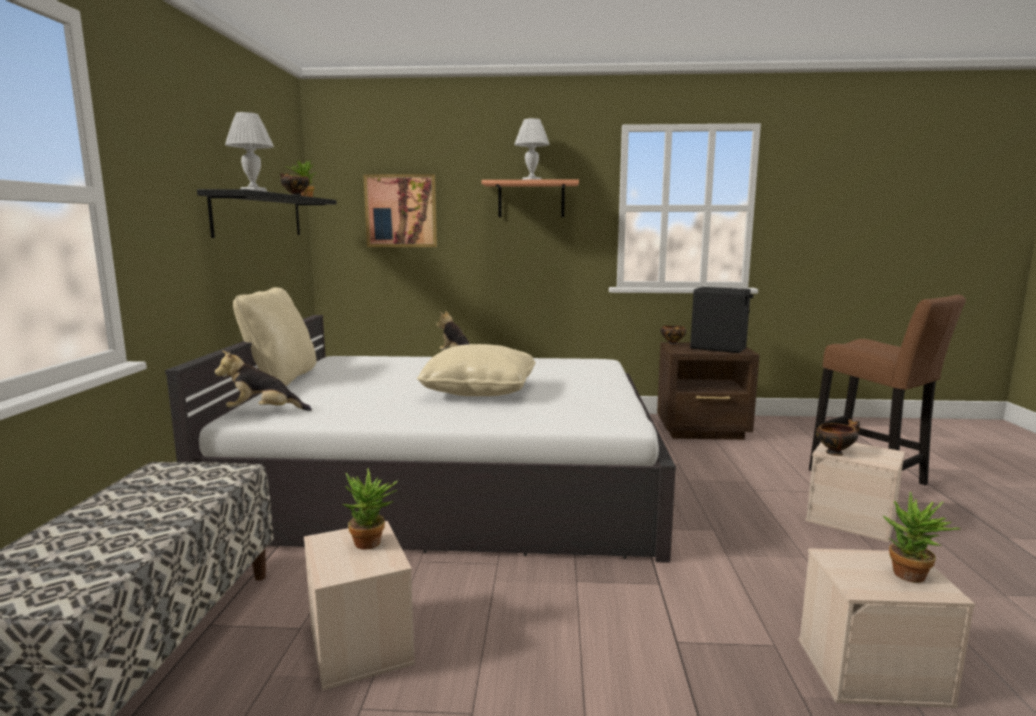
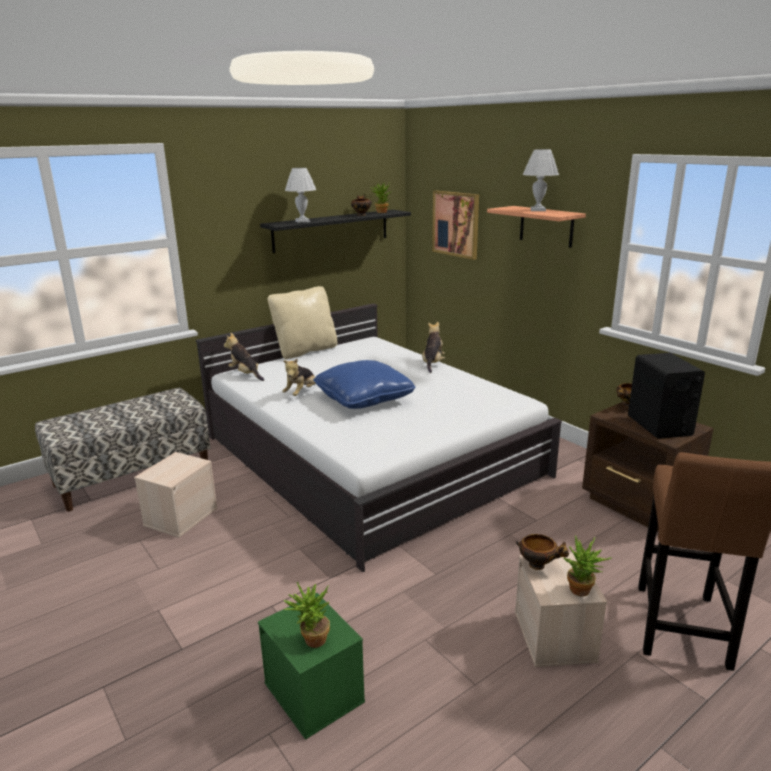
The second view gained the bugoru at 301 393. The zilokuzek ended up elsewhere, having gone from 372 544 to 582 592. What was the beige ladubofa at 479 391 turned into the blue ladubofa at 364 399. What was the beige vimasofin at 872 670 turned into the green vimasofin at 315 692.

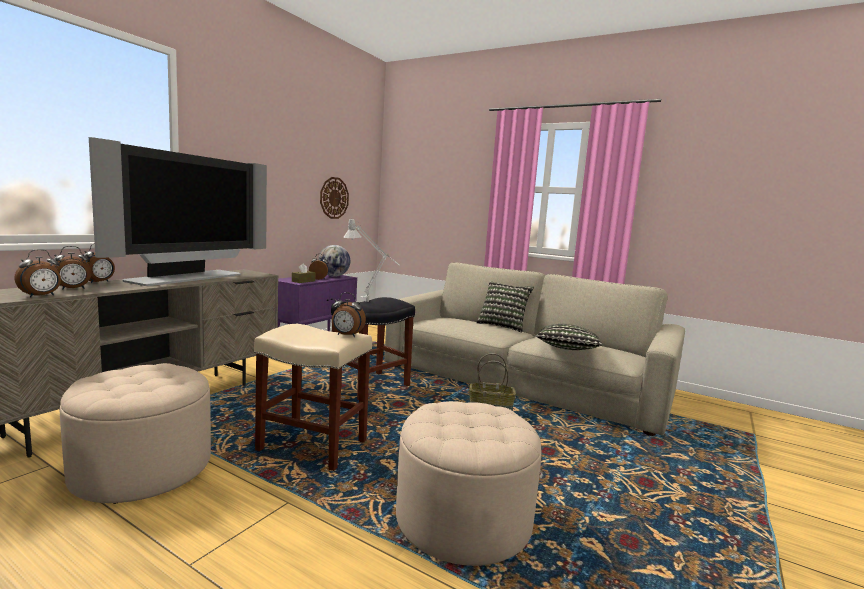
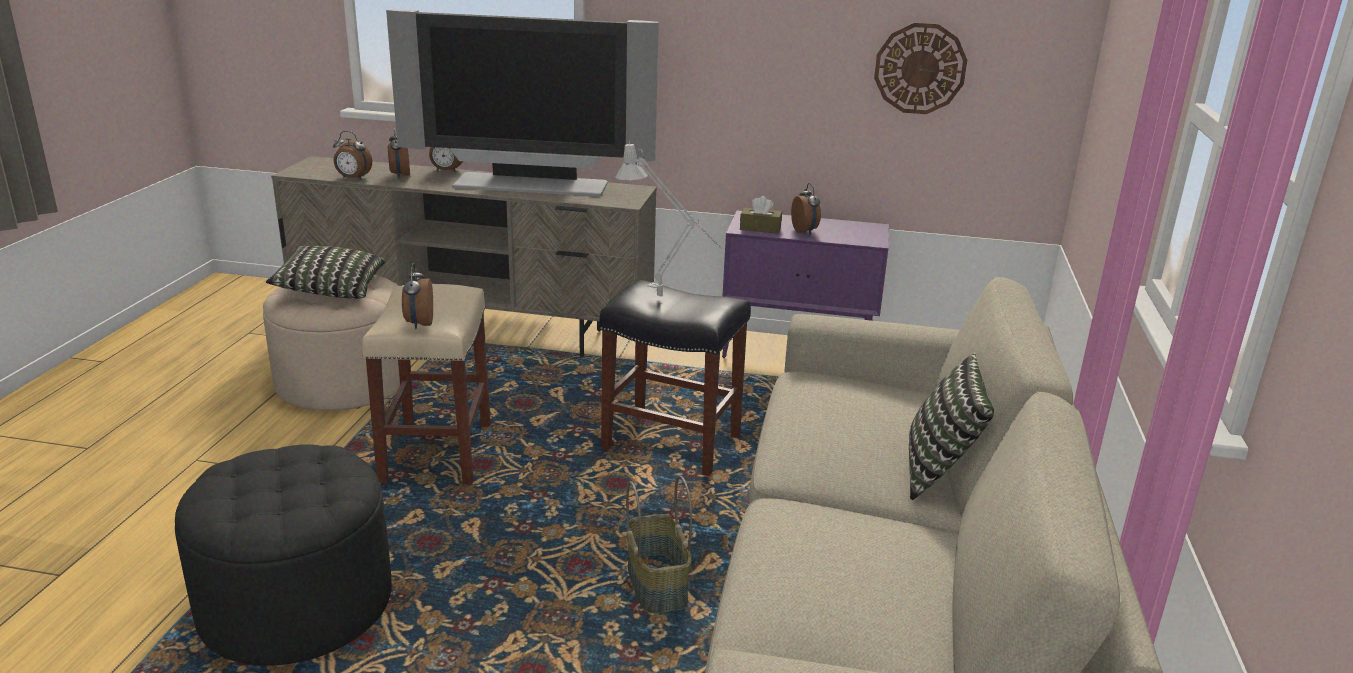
The second view lost the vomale at 334 276. The ladubofa ended up elsewhere, having gone from 567 349 to 330 290. What was the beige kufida at 463 519 turned into the black kufida at 296 604. The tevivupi at 73 289 ended up facing another way, 45 degrees clockwise from before.

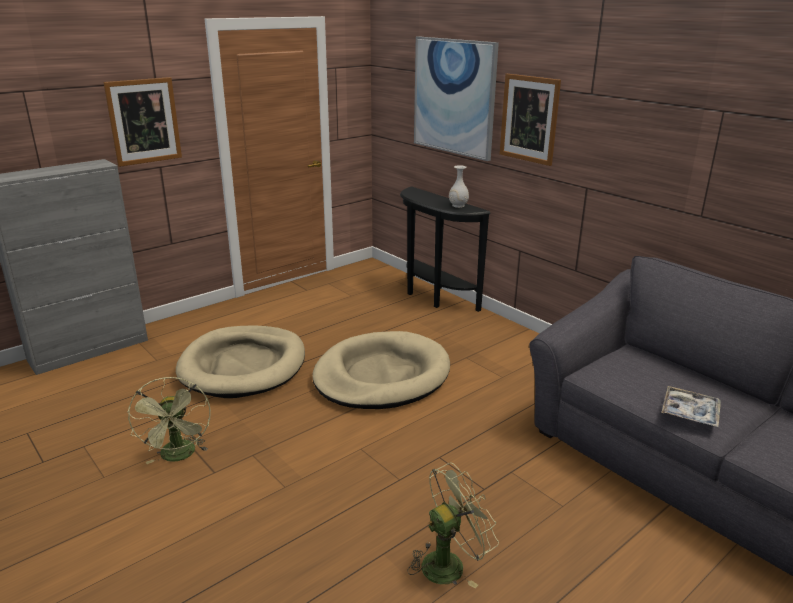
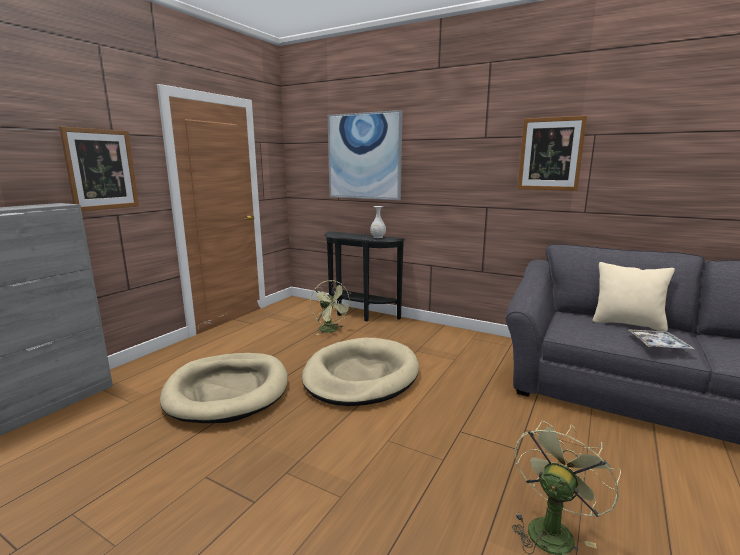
The second view gained the beige ladubofa at 627 323. The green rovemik ended up elsewhere, having gone from 179 456 to 331 330. The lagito ended up elsewhere, having gone from 529 119 to 550 154.

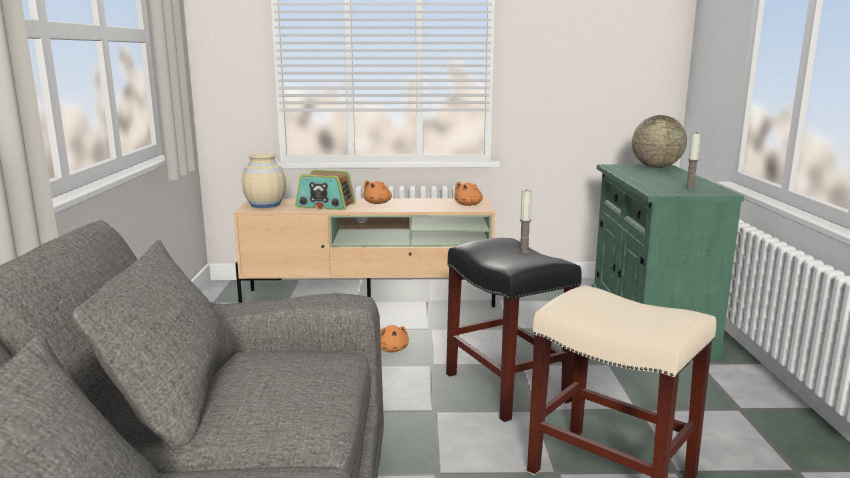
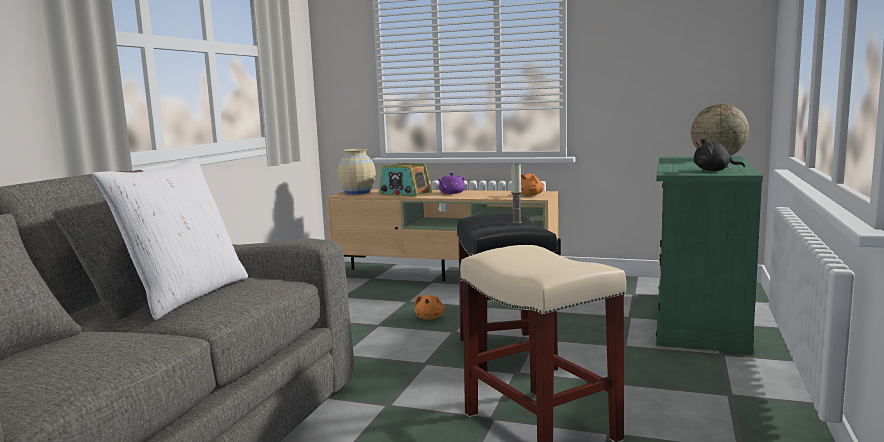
The second view gained the white ladubofa at 186 295. Where the orange bugoru stood at 378 203, the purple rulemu came to stand at 451 193. Where the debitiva stood at 690 188, the black bugoru came to stand at 714 170.

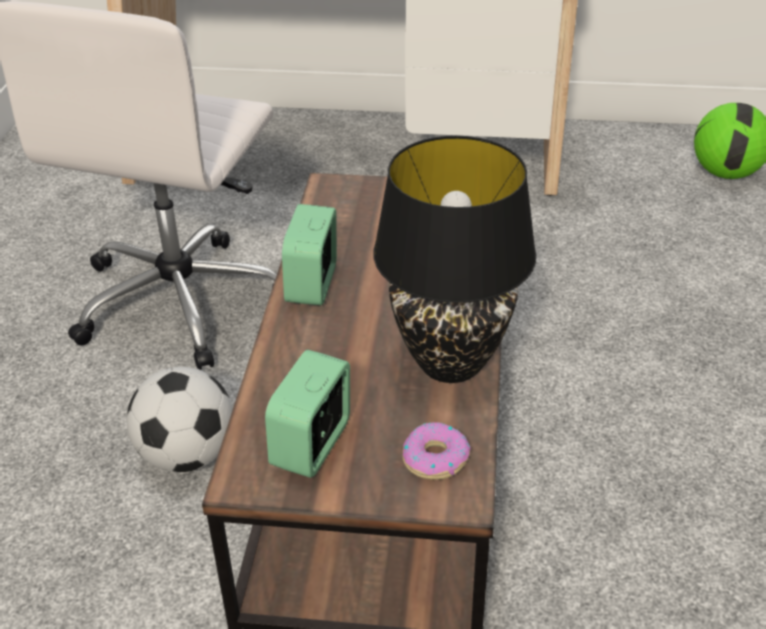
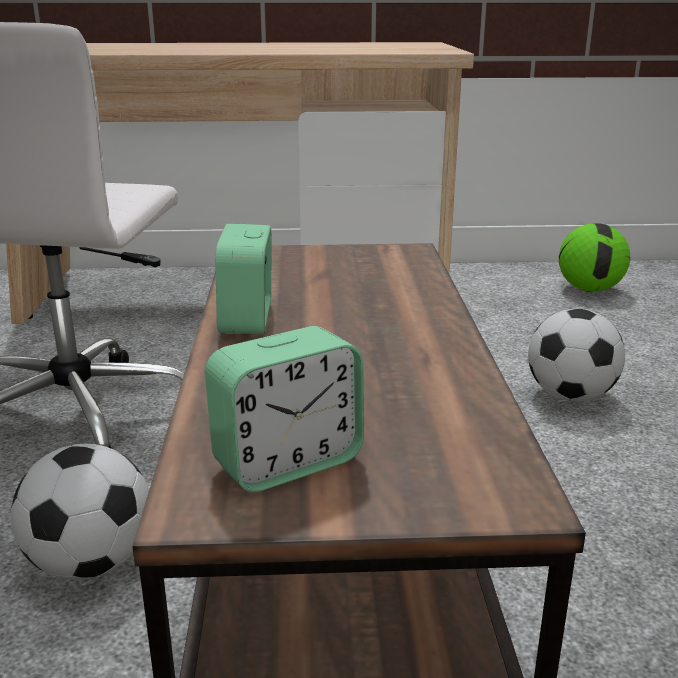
The second view lost the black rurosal at 452 364. The second view lost the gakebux at 435 458. The second view gained the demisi at 570 396. The tevivupi at 312 445 ended up facing another way, 135 degrees counterclockwise from before.

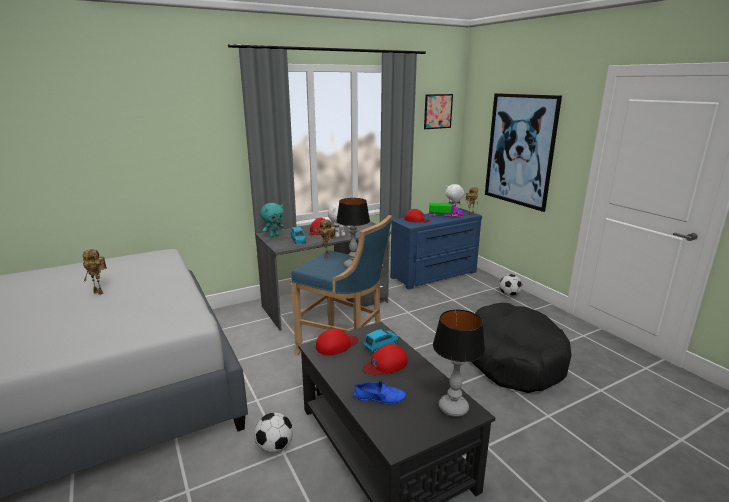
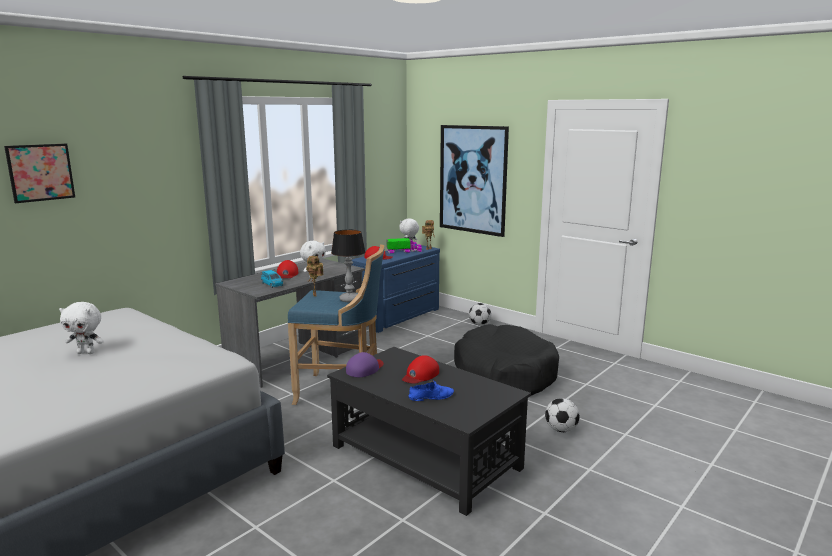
The second view lost the turquoise bugoru at 273 236. The second view lost the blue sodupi at 381 346. The second view lost the rurosal at 454 408. The demisi ended up elsewhere, having gone from 275 447 to 561 430. The lagito ended up elsewhere, having gone from 438 111 to 40 172. Where the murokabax stood at 100 292, the white bugoru came to stand at 86 353. What was the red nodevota at 336 345 turned into the purple nodevota at 365 369.

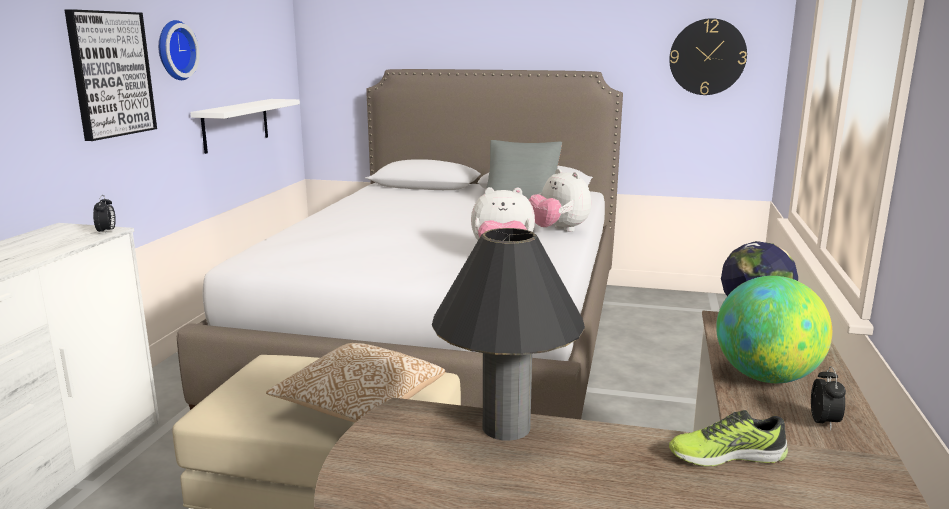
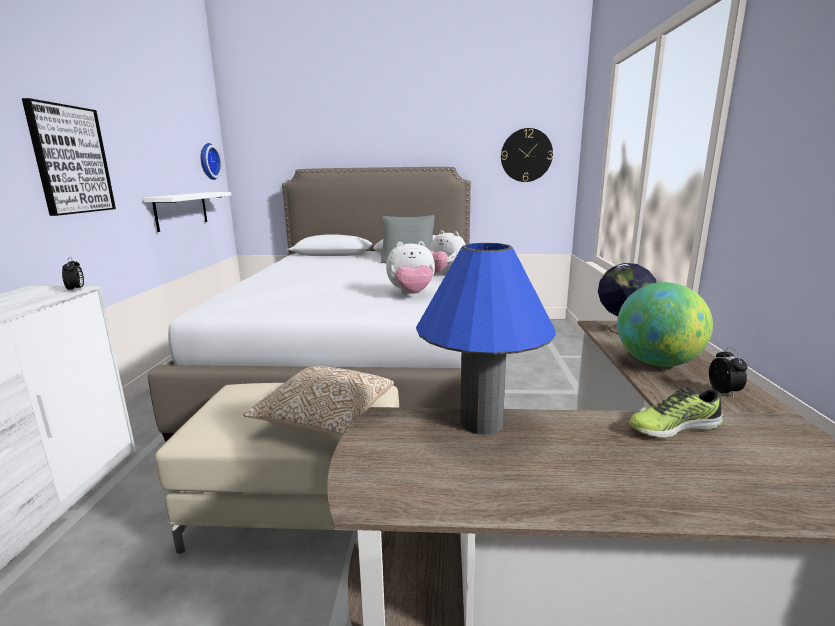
The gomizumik ended up elsewhere, having gone from 174 50 to 208 161. What was the black rurosal at 506 427 turned into the blue rurosal at 481 423.

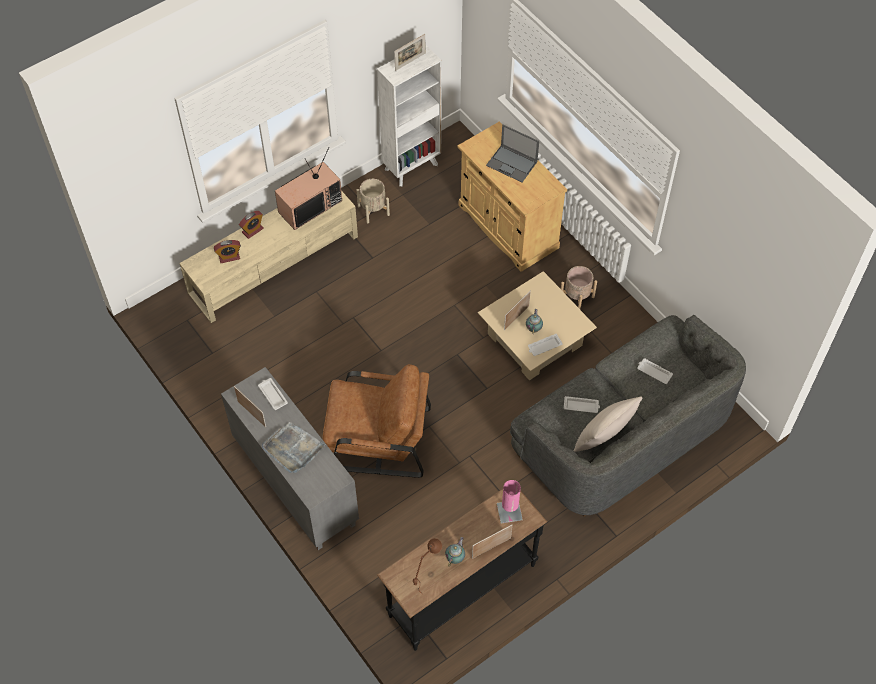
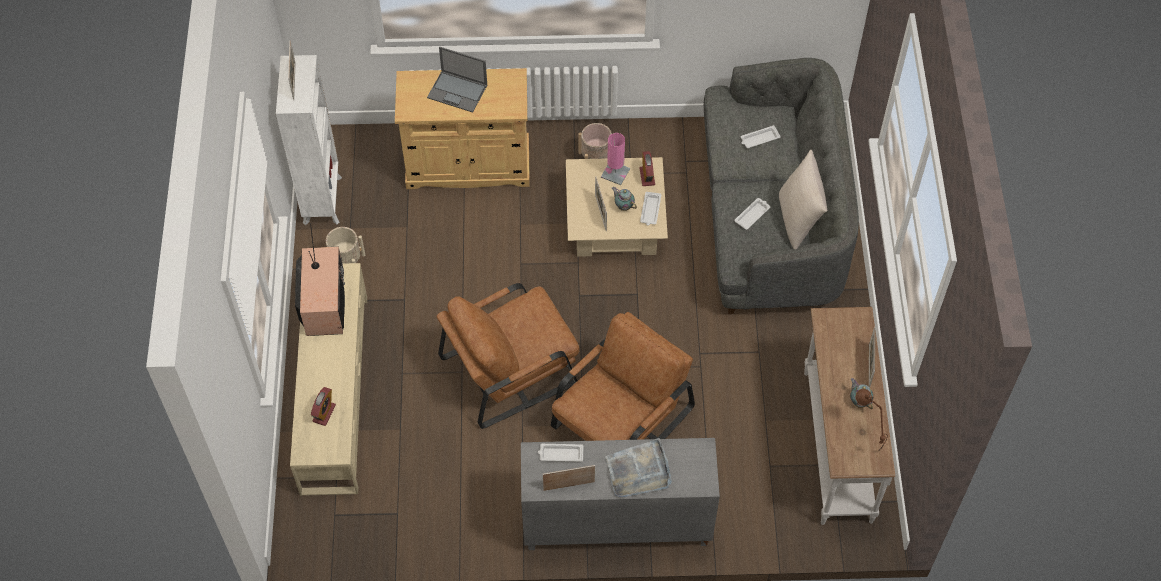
The second view gained the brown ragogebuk at 510 368. The tevivupi ended up elsewhere, having gone from 252 230 to 647 176. The pink rurosal ended up elsewhere, having gone from 509 511 to 615 173. What was the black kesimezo at 461 589 turned into the white kesimezo at 835 446. The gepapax at 512 164 ended up facing another way, 45 degrees clockwise from before.

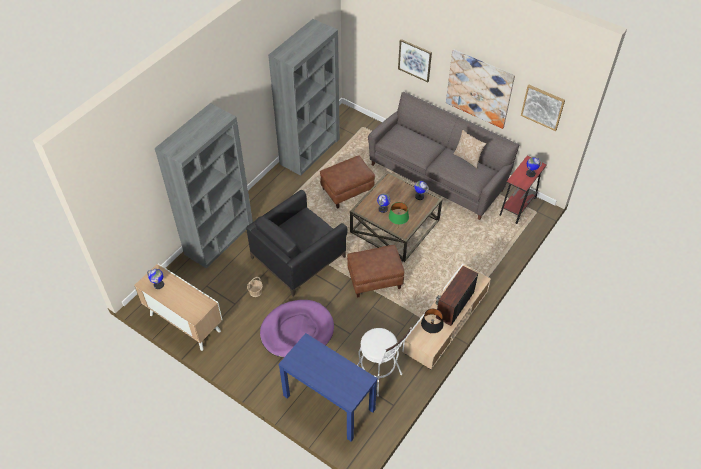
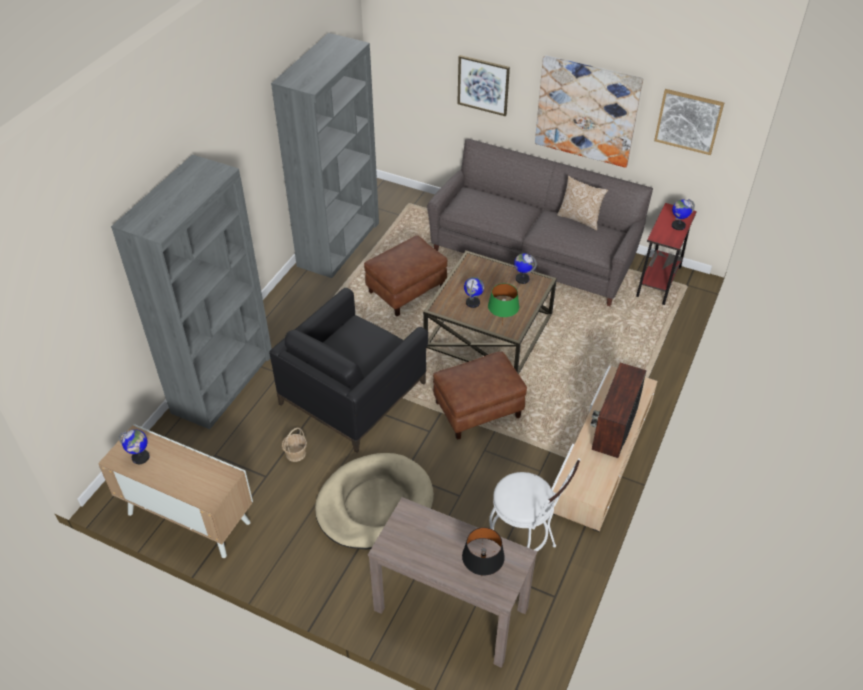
The black rurosal ended up elsewhere, having gone from 430 334 to 482 575. What was the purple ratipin at 297 331 turned into the beige ratipin at 374 504. What was the blue kesimezo at 328 402 turned into the brown kesimezo at 450 609.

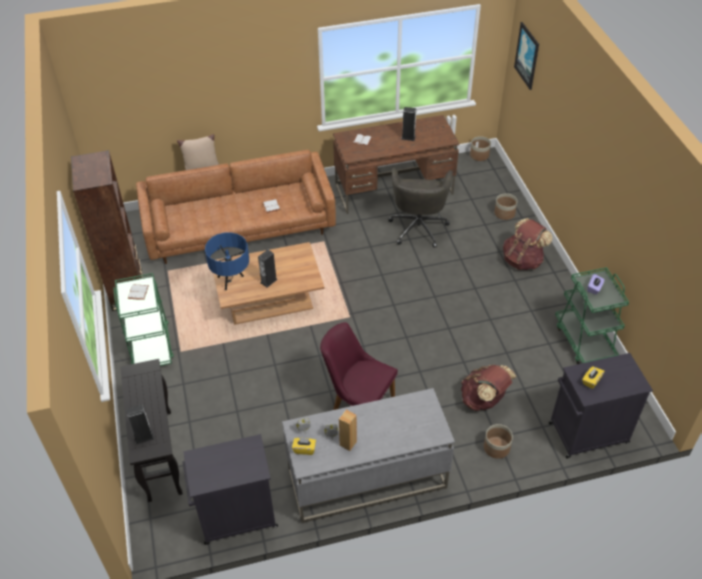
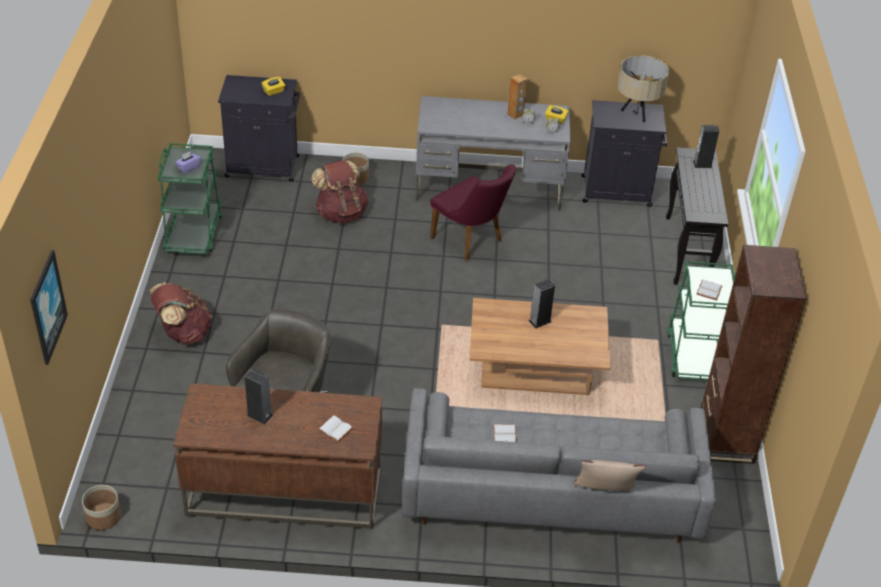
The second view lost the blue rurosal at 231 280. The second view lost the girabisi at 504 213. The second view gained the beige rurosal at 636 115. What was the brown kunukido at 239 227 turned into the grey kunukido at 551 492.

